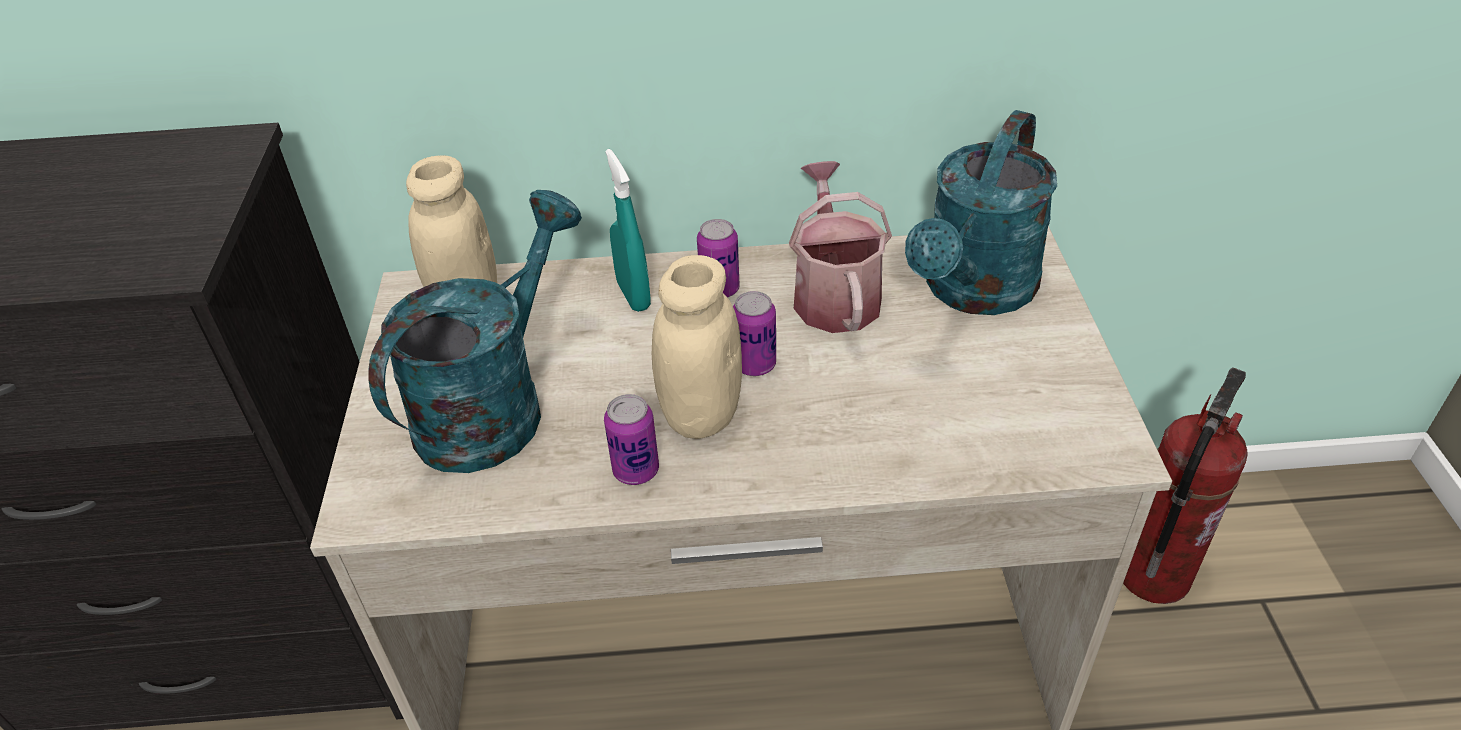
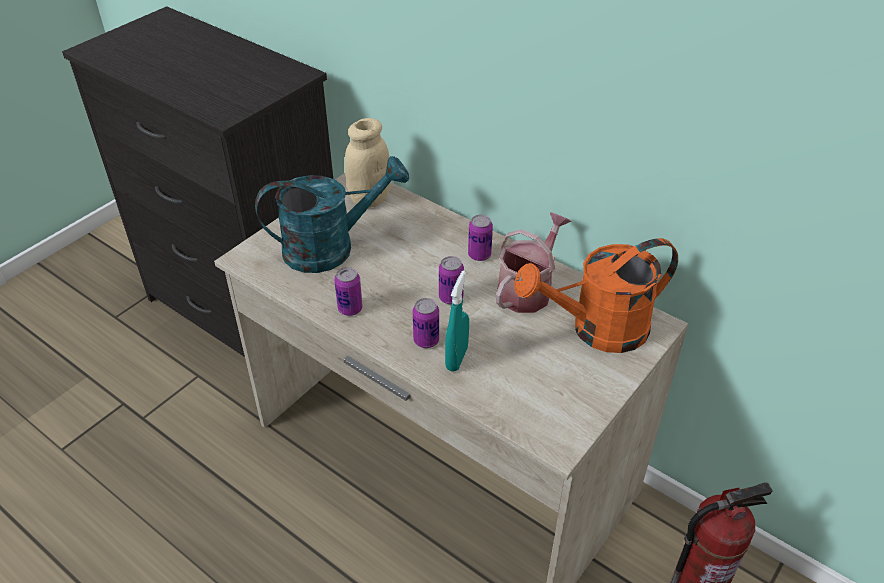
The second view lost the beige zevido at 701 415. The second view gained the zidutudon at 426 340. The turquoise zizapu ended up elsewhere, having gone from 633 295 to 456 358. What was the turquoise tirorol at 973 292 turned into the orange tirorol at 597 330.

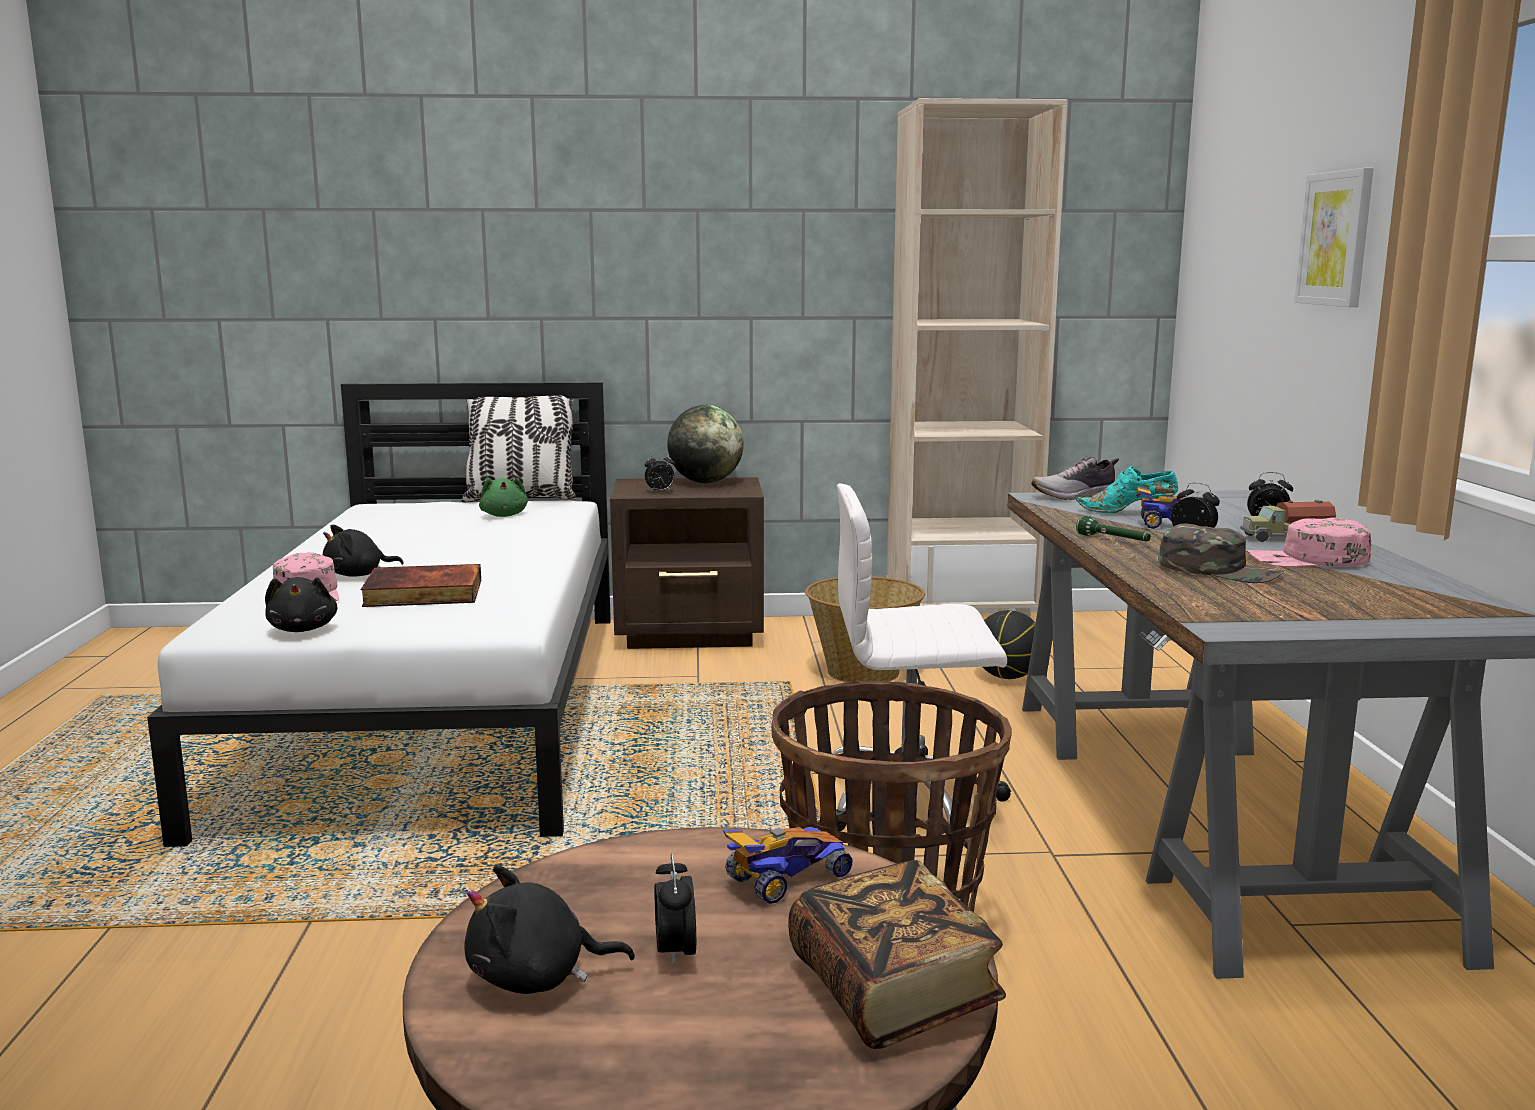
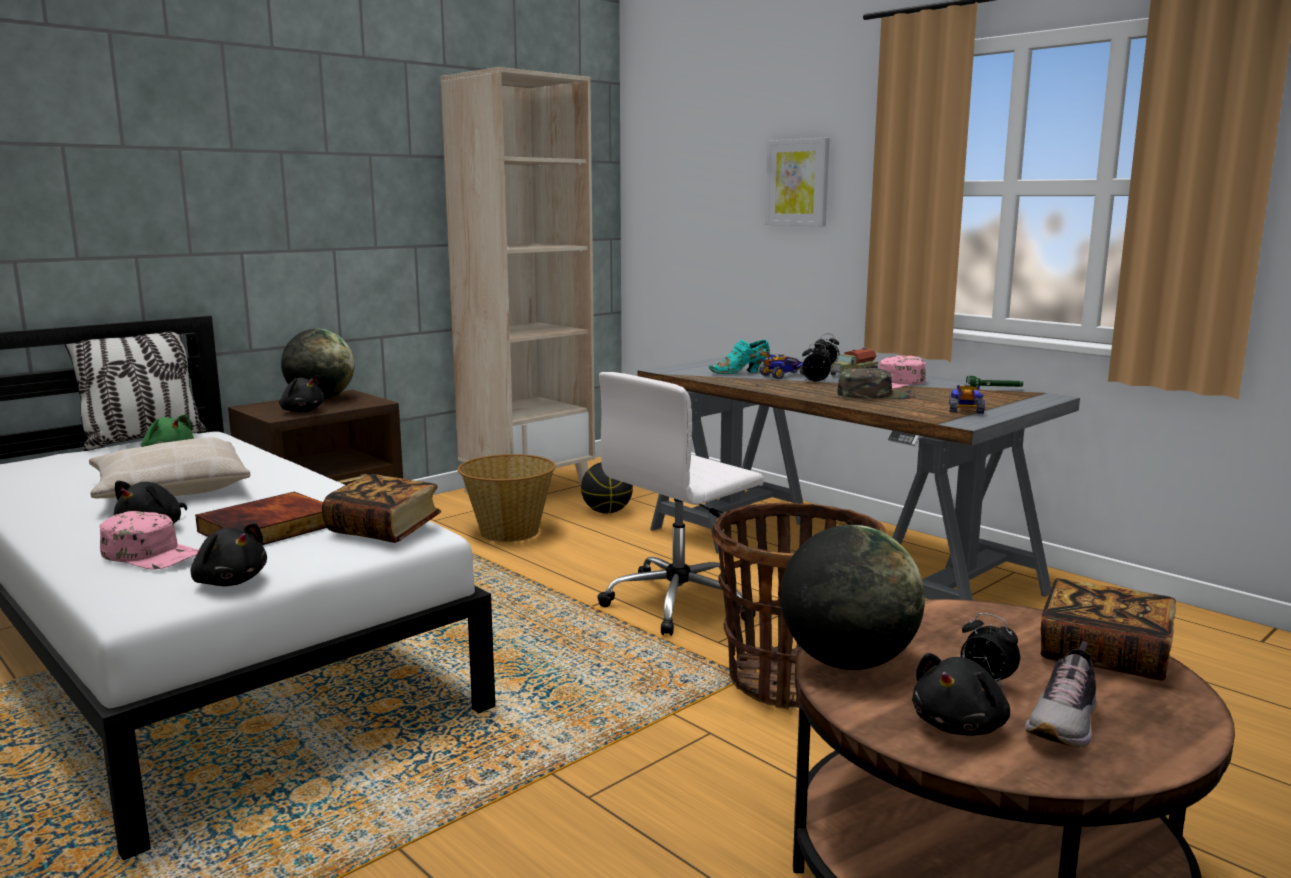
The second view gained the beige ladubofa at 169 488. The second view gained the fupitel at 384 530. The second view gained the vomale at 848 662. The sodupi ended up elsewhere, having gone from 786 879 to 965 409. The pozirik ended up elsewhere, having gone from 1075 496 to 1065 723. The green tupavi ended up elsewhere, having gone from 1113 540 to 994 389. Where the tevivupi stood at 660 492, the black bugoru came to stand at 302 411.

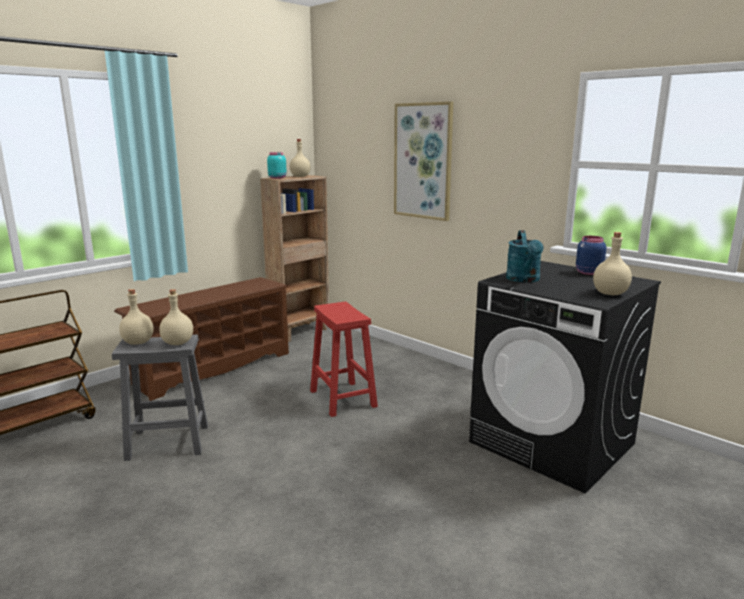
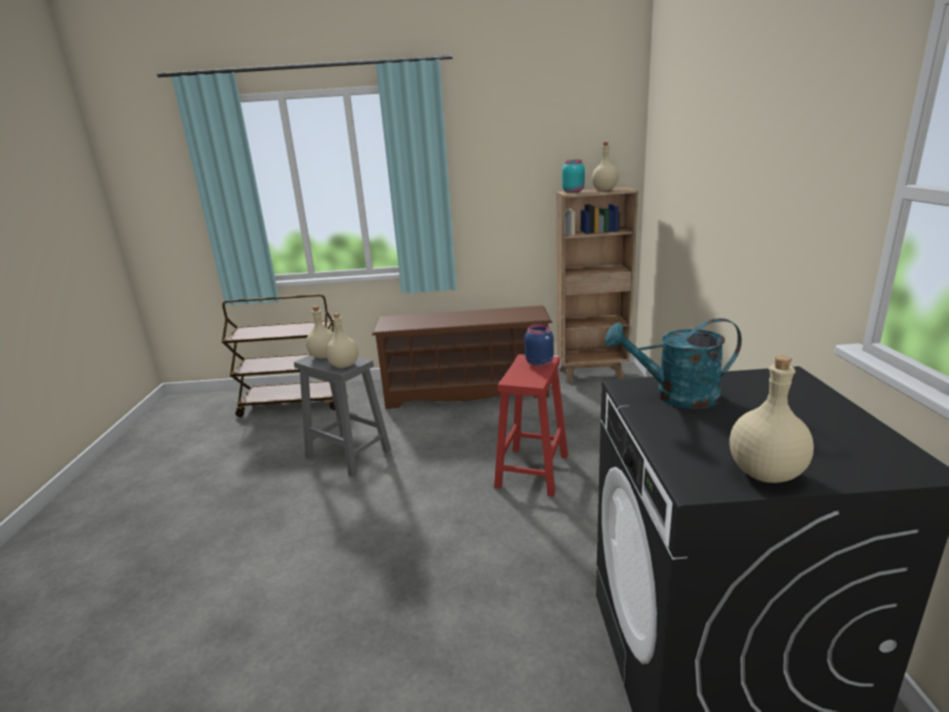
The second view lost the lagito at 423 161. The blue zevido ended up elsewhere, having gone from 588 272 to 539 362. The turquoise tirorol at 524 280 ended up facing another way, 45 degrees clockwise from before.

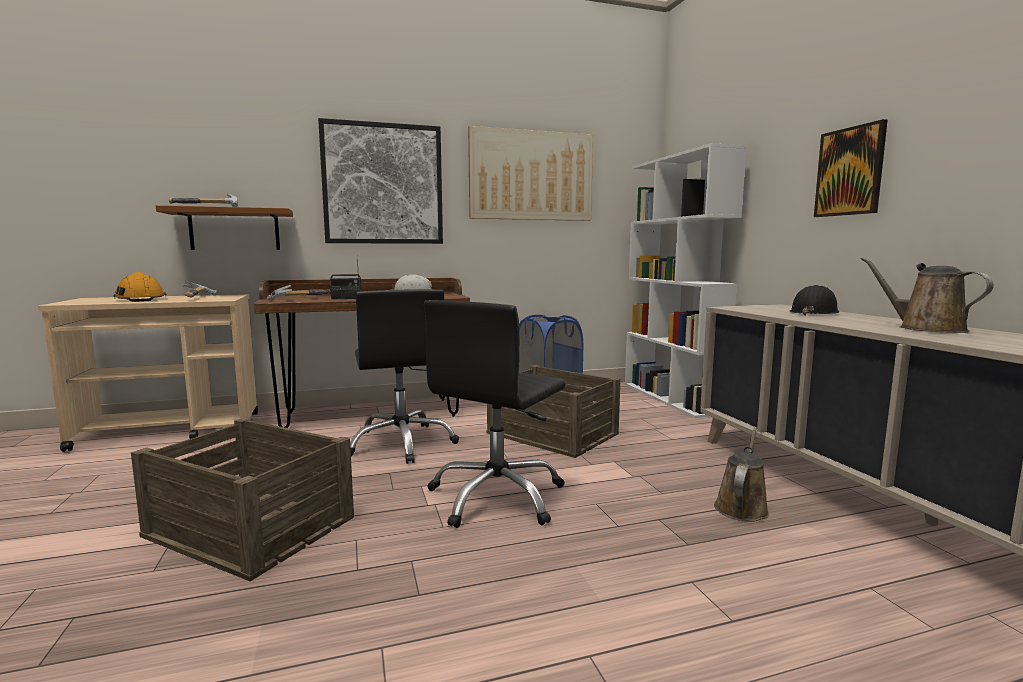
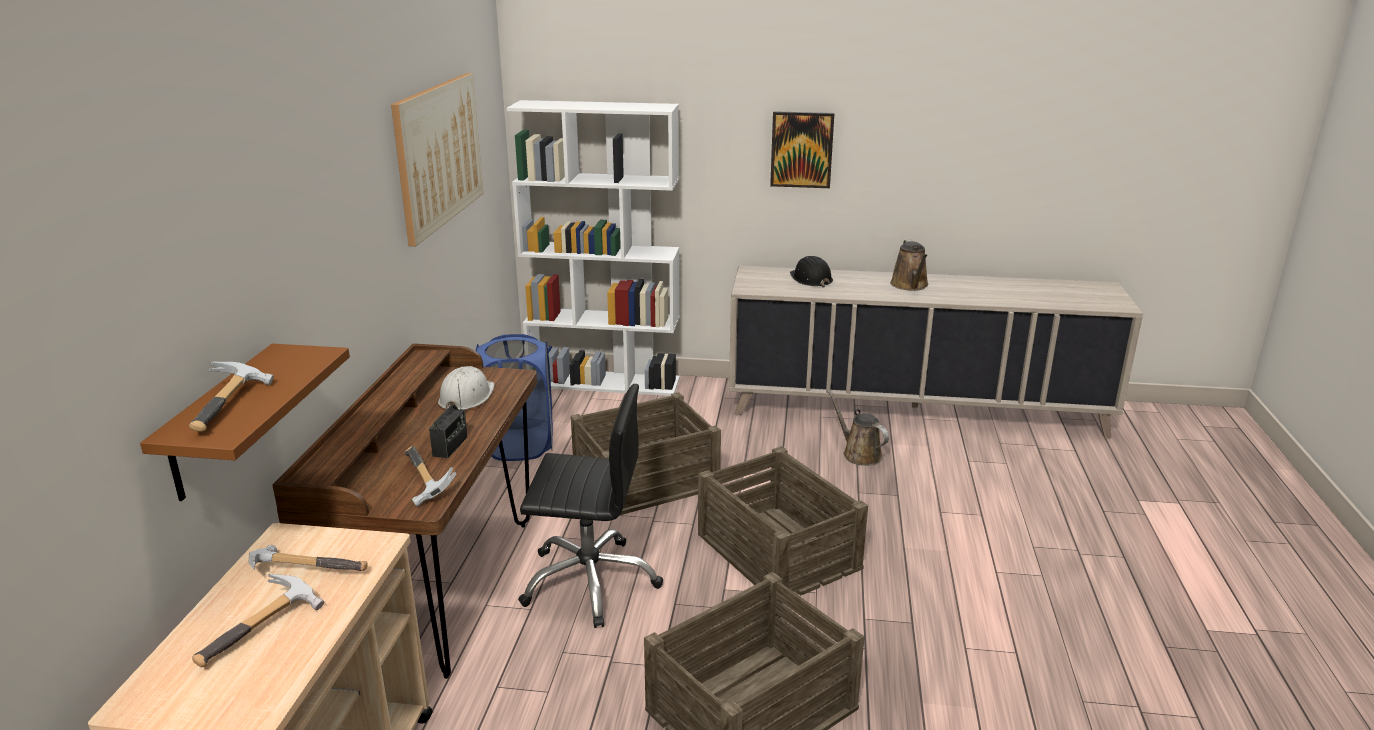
The second view lost the lagito at 383 184. Where the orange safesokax stood at 140 299, the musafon came to stand at 265 631. Where the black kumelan stood at 497 497, the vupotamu came to stand at 777 552. The brown tirorol at 925 328 ended up facing another way, 90 degrees counterclockwise from before.

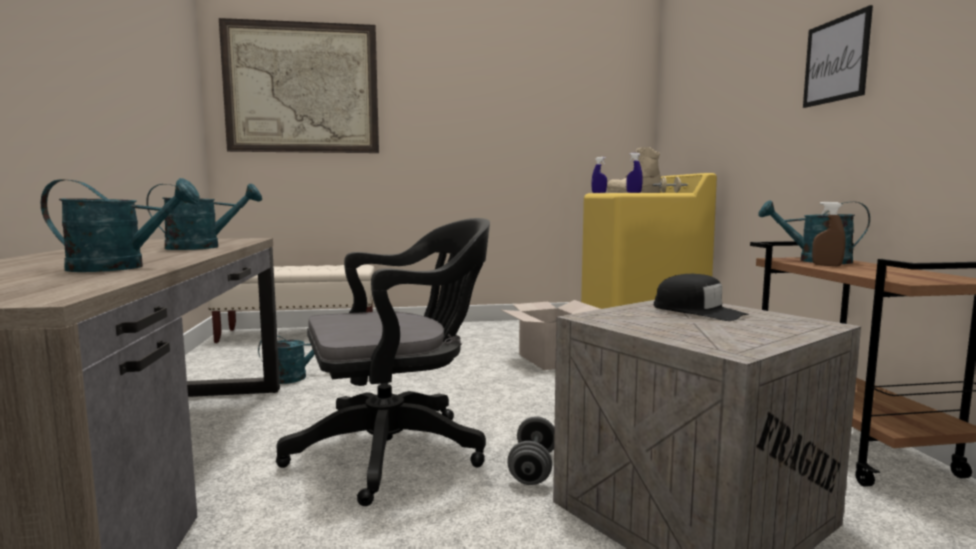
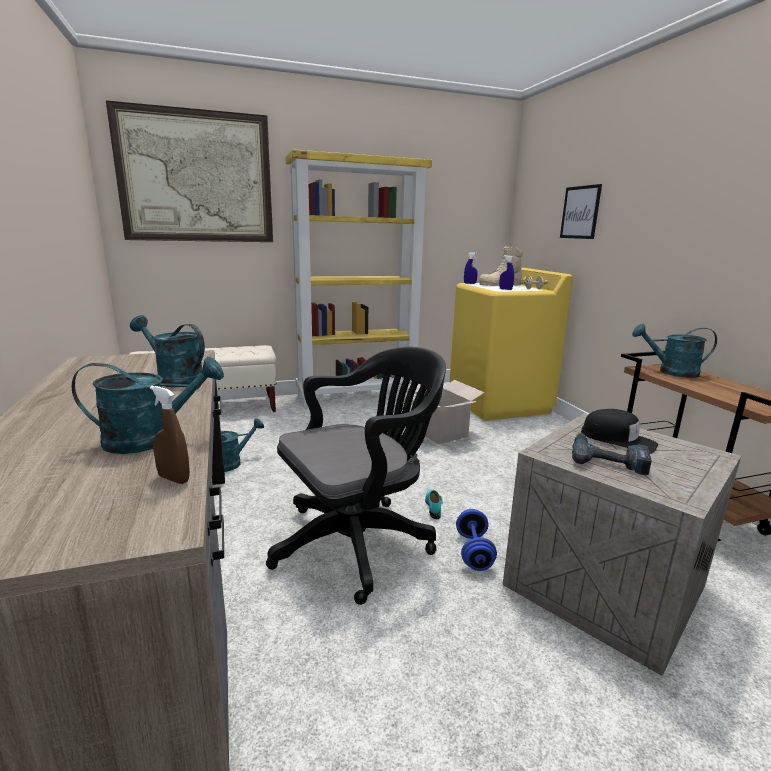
The second view gained the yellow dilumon at 357 397. The second view gained the turquoise pozirik at 433 506. The second view gained the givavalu at 607 459. The lagito ended up elsewhere, having gone from 836 60 to 580 212. The brown zizapu ended up elsewhere, having gone from 826 265 to 173 479. What was the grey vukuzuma at 533 468 turned into the blue vukuzuma at 474 552. The turquoise tirorol at 203 247 ended up facing another way, 120 degrees counterclockwise from before.

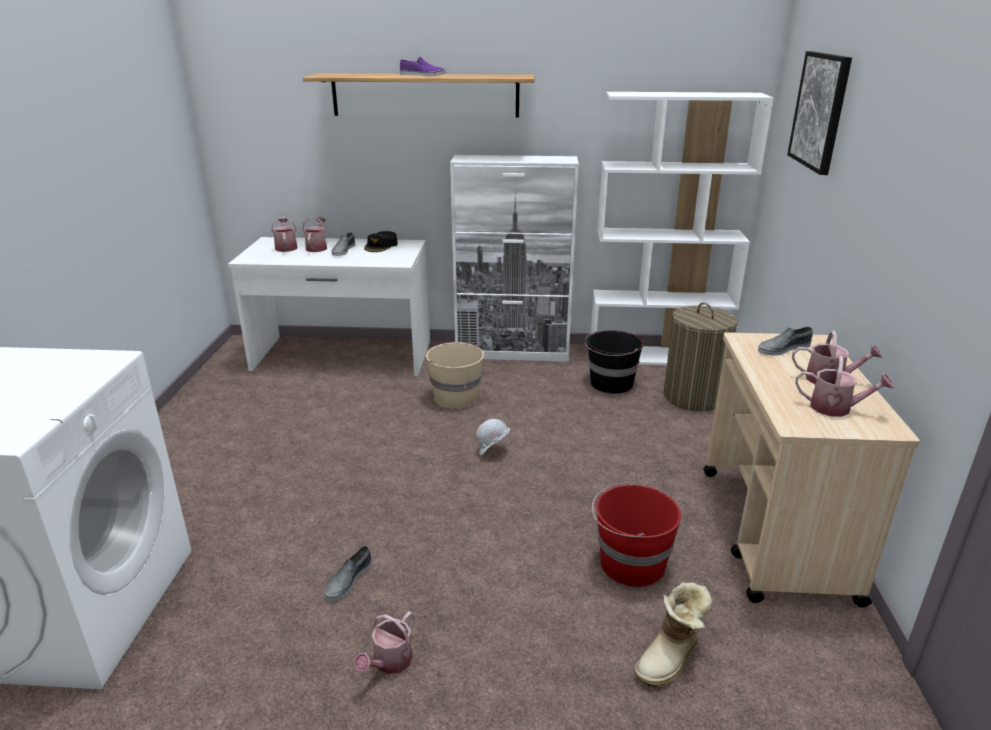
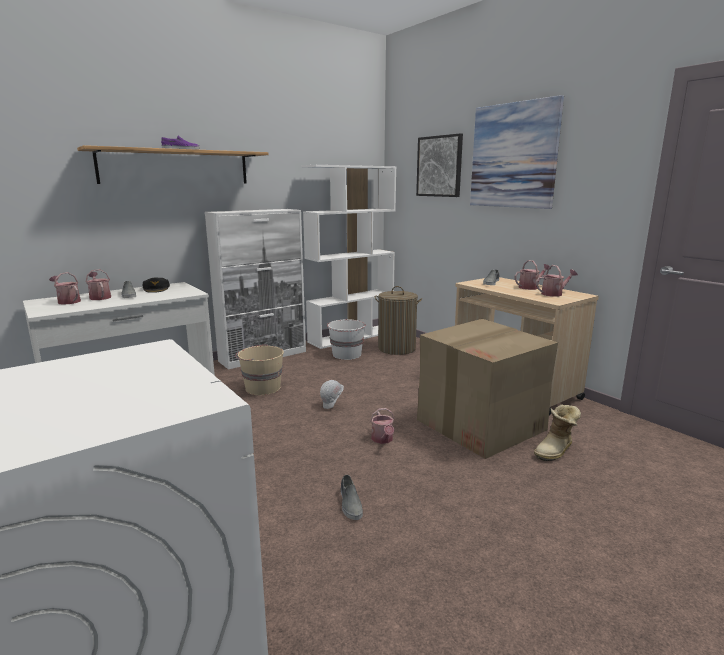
The second view gained the lagito at 513 156. The tirorol ended up elsewhere, having gone from 389 663 to 383 440. Where the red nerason stood at 630 564, the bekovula came to stand at 481 424. What was the black nerason at 611 384 turned into the white nerason at 347 355. The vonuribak at 671 658 ended up facing another way, 45 degrees clockwise from before.

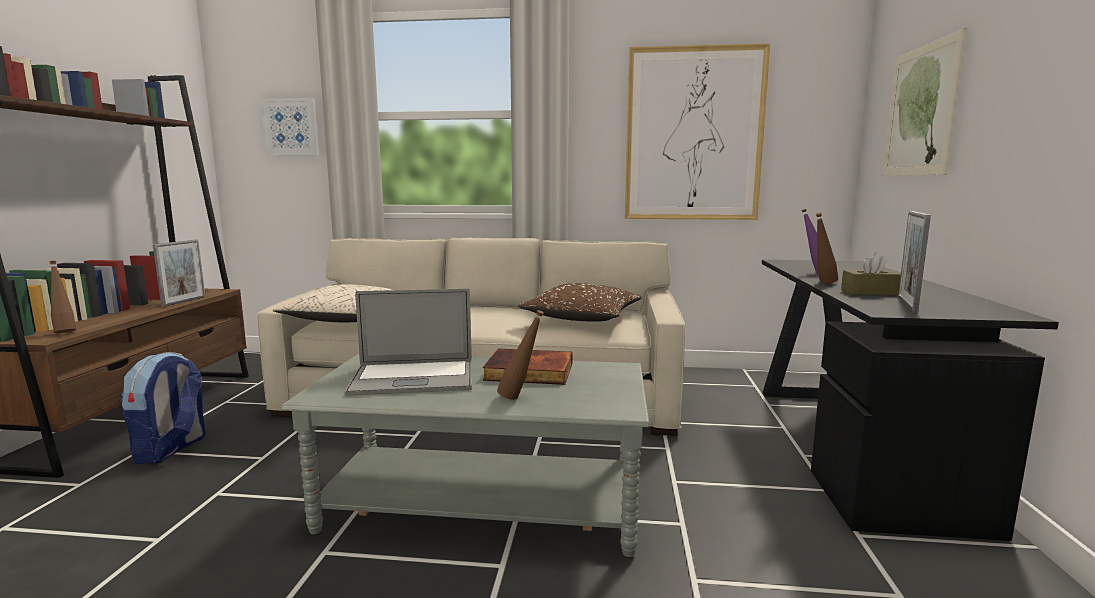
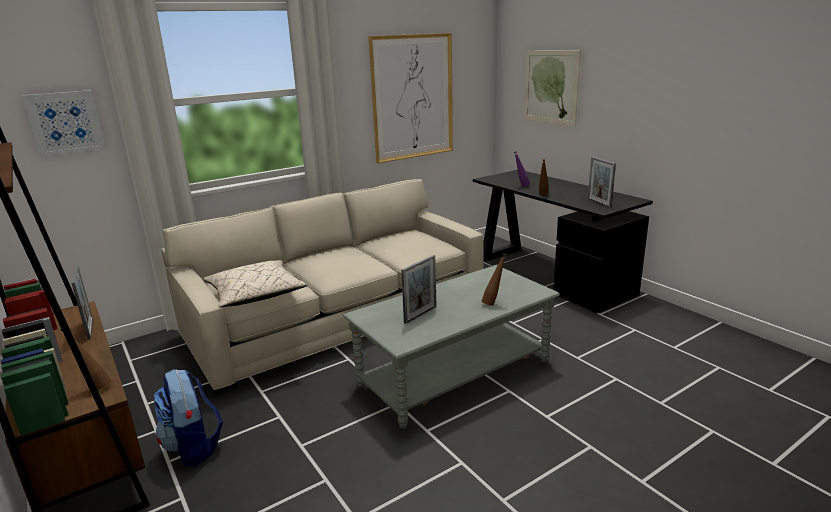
The second view lost the fupitel at 528 372. The second view lost the brown ladubofa at 582 318. The second view lost the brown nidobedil at 870 292. Where the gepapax stood at 413 378, the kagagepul came to stand at 420 314.

